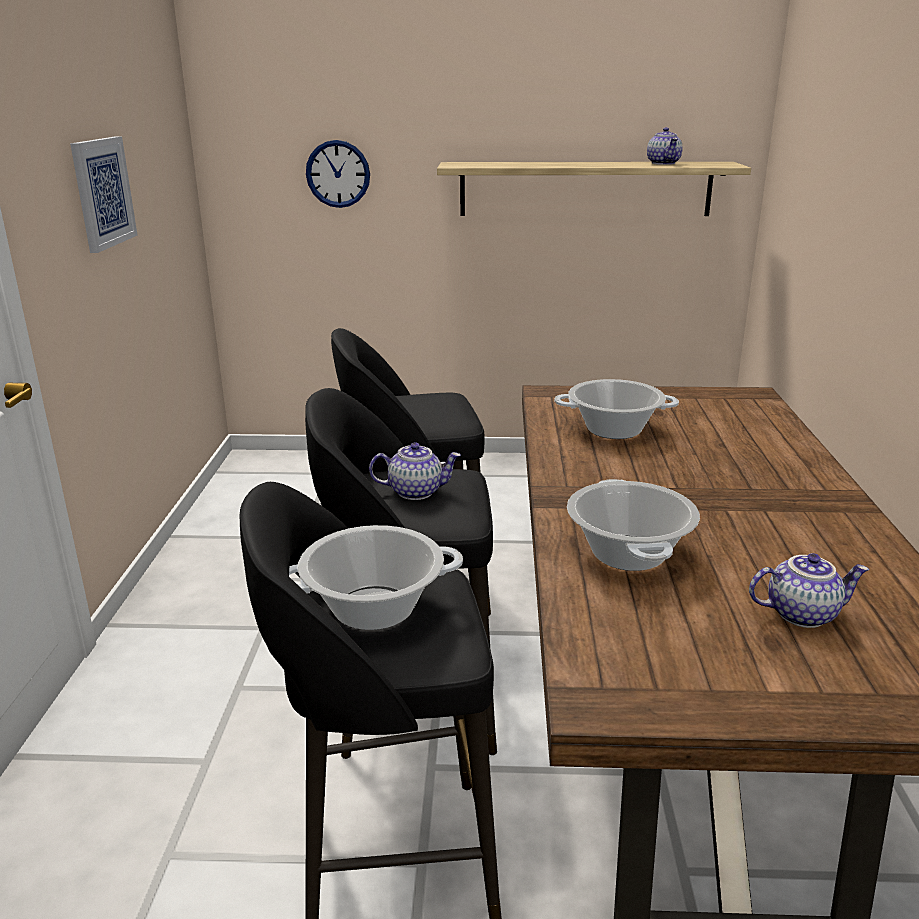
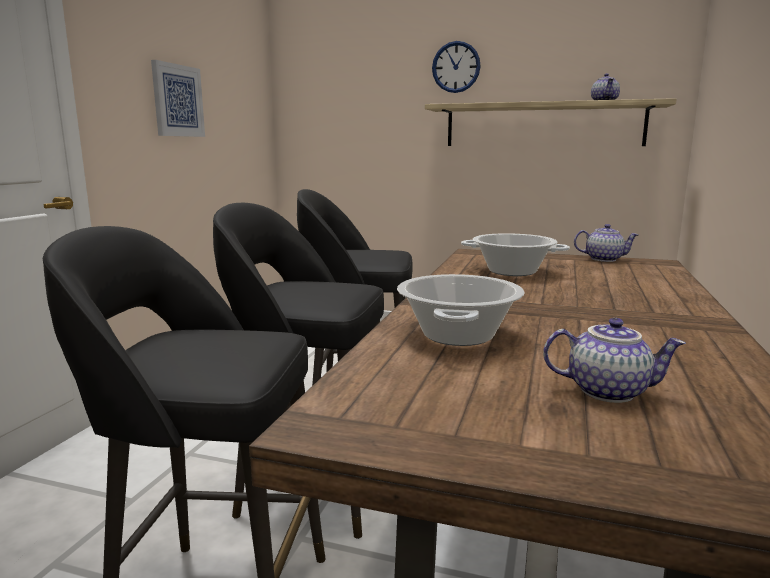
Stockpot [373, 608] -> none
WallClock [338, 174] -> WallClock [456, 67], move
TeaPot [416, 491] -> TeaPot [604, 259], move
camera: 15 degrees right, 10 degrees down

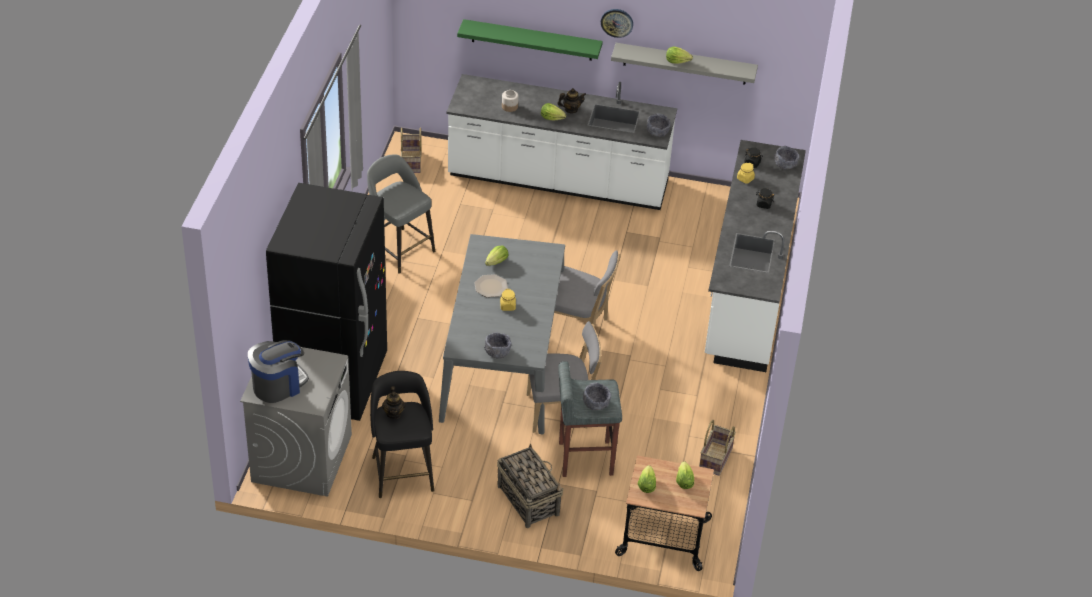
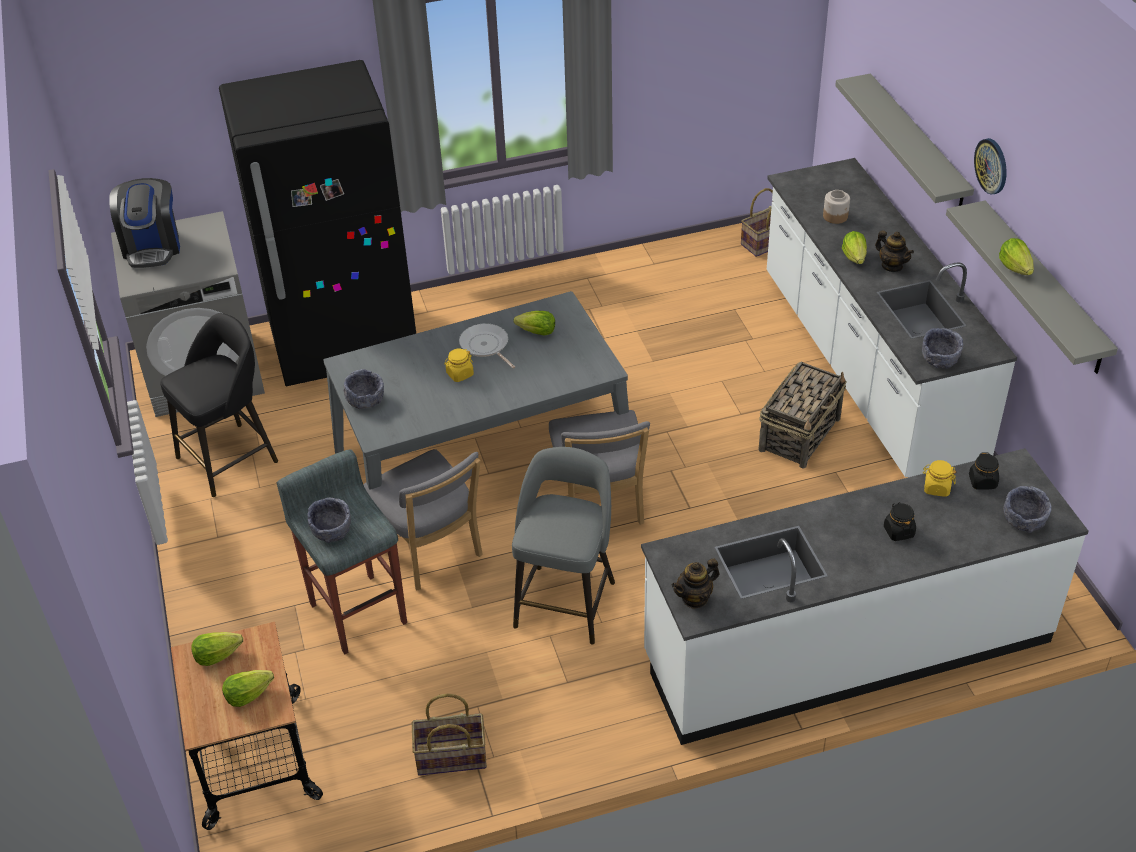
GreyStool [399, 249] -> GreyStool [566, 601], move
TeaPot [394, 413] -> TeaPot [695, 598], move
HouseholdBasket [528, 499] -> HouseholdBasket [800, 433], move
Plate [491, 286] -> Pan [485, 346]
GreenColouredBracketShelf [532, 40] -> GreyBracketShelf [917, 145]
CoffeeMaker [278, 385] -> CoffeeMaker [152, 247], 60 degrees clockwise
camera: 65 degrees right, 0 degrees up

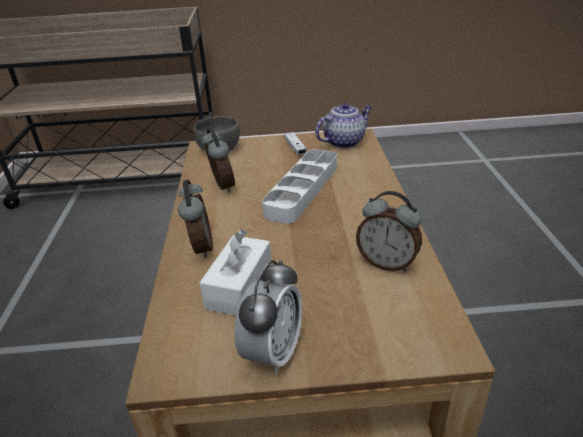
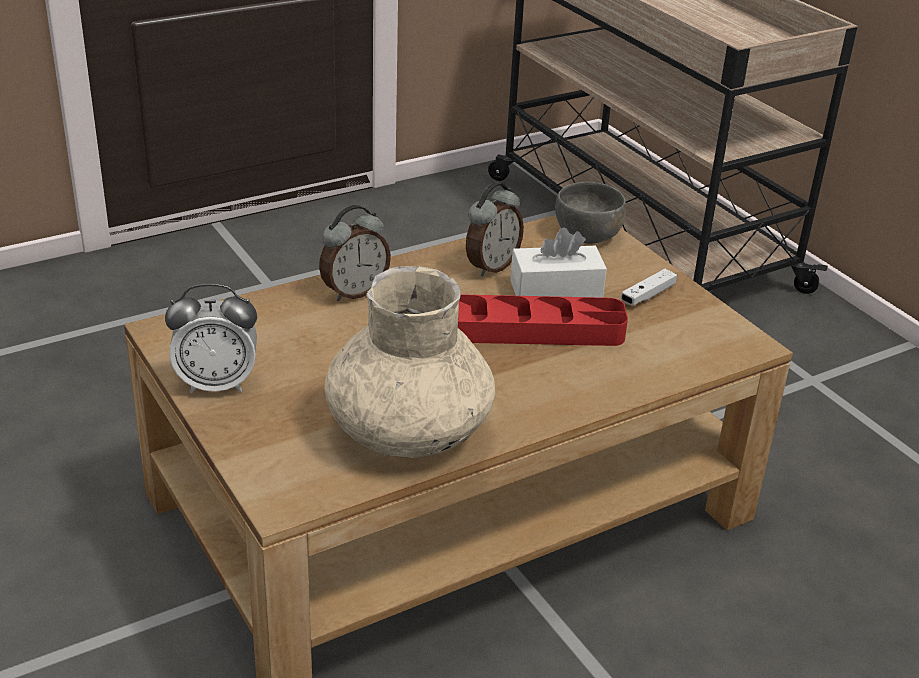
TeaPot [344, 142] -> none
WhiteColouredBoxOfTissues [239, 287] -> WhiteColouredBoxOfTissues [556, 290], move
AlarmClock [387, 263] -> SandColouredVase [409, 431]
WhiteColouredServingTray [302, 190] -> RedServingTray [532, 330]
camera: 60 degrees right, 0 degrees up

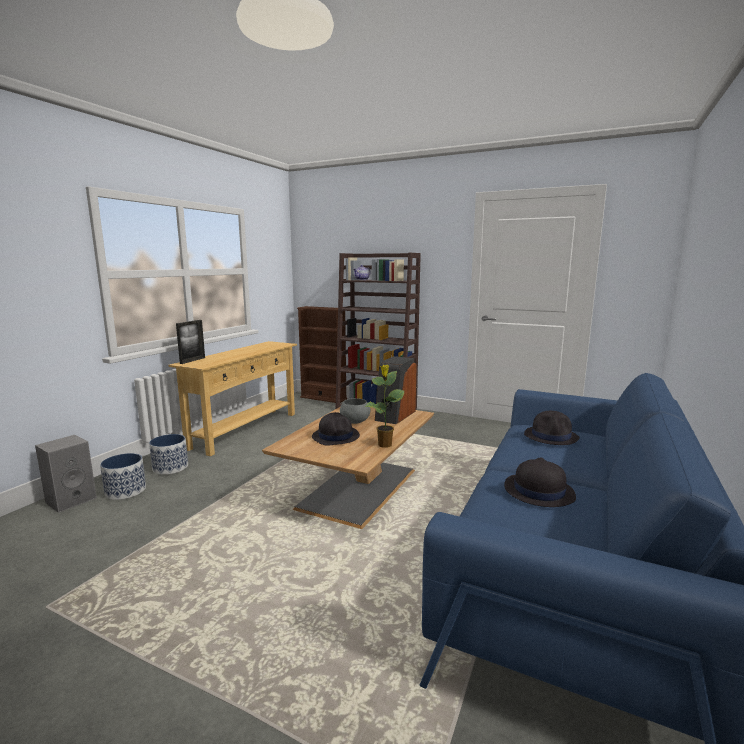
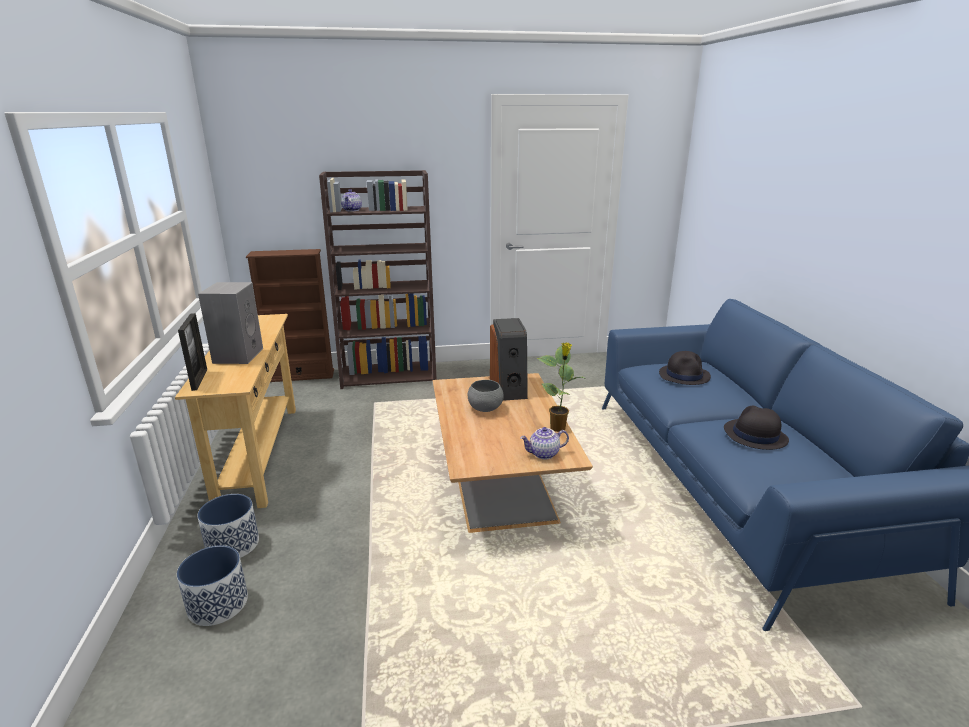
BlackishWearableHat [335, 436] -> none
none -> TeaPot [544, 454]
GreyLoudspeaker [72, 499] -> GreyLoudspeaker [238, 355], move
camera: 35 degrees left, 10 degrees up

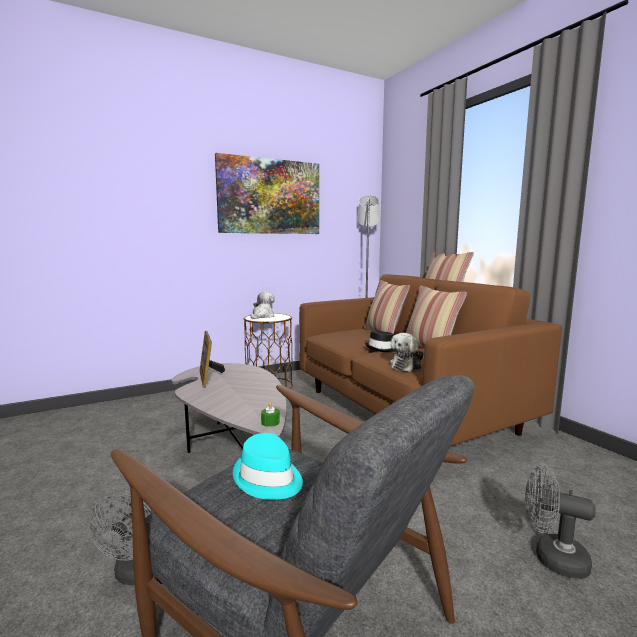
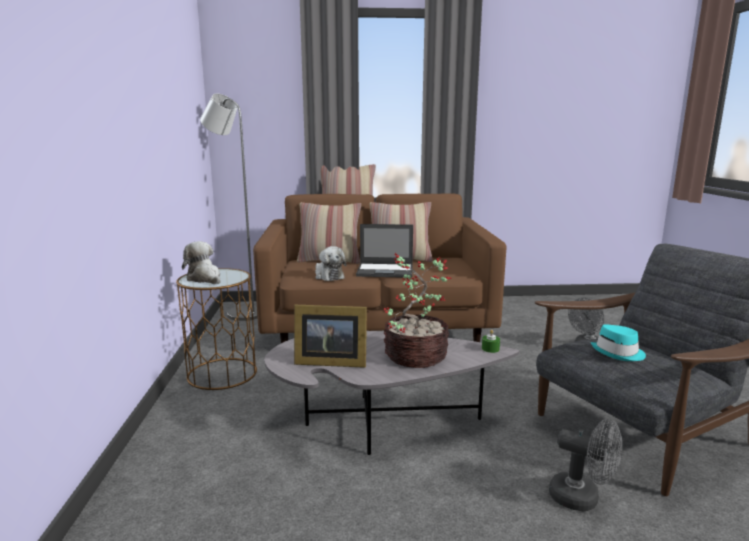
Picture [270, 197] -> none
none -> Houseplant [414, 357]
PlushToy [406, 365] -> PlushToy [328, 276], move
BlackishWearableHat [383, 349] -> NotebookComputer [386, 271]
camera: 65 degrees left, 5 degrees up

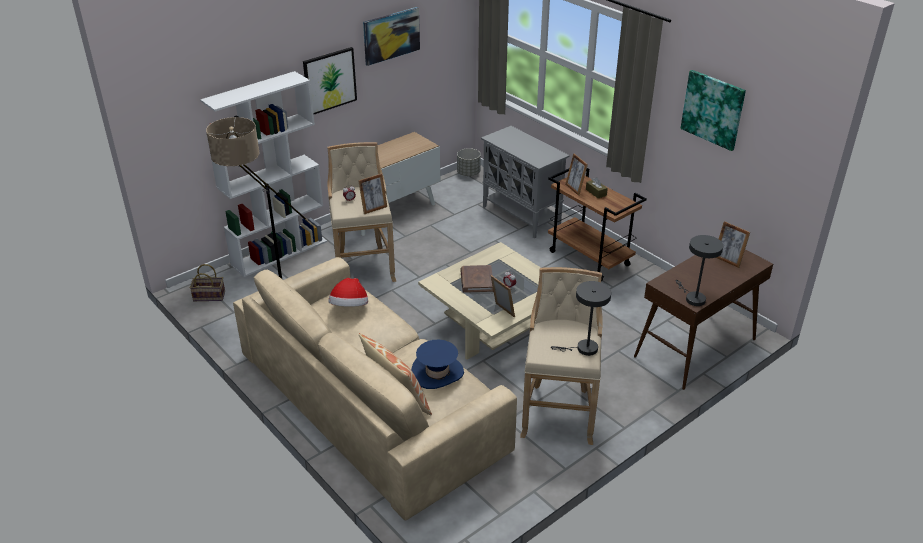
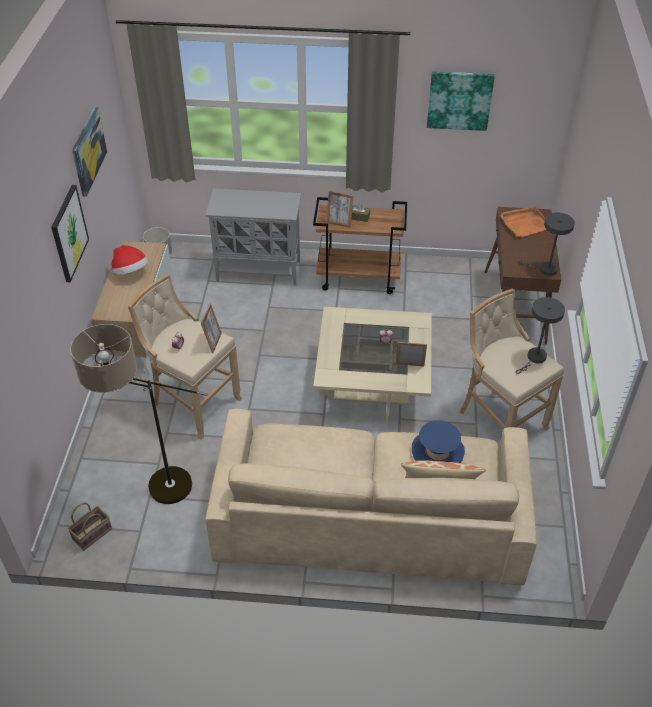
WhiteColouredBookshelf [280, 252] -> none
BrownColouredVolume [476, 281] -> none
WearableHat [349, 307] -> WearableHat [131, 272], move
PictureFrame [728, 260] -> OrangeServingTray [524, 224]
camera: 45 degrees left, 10 degrees up

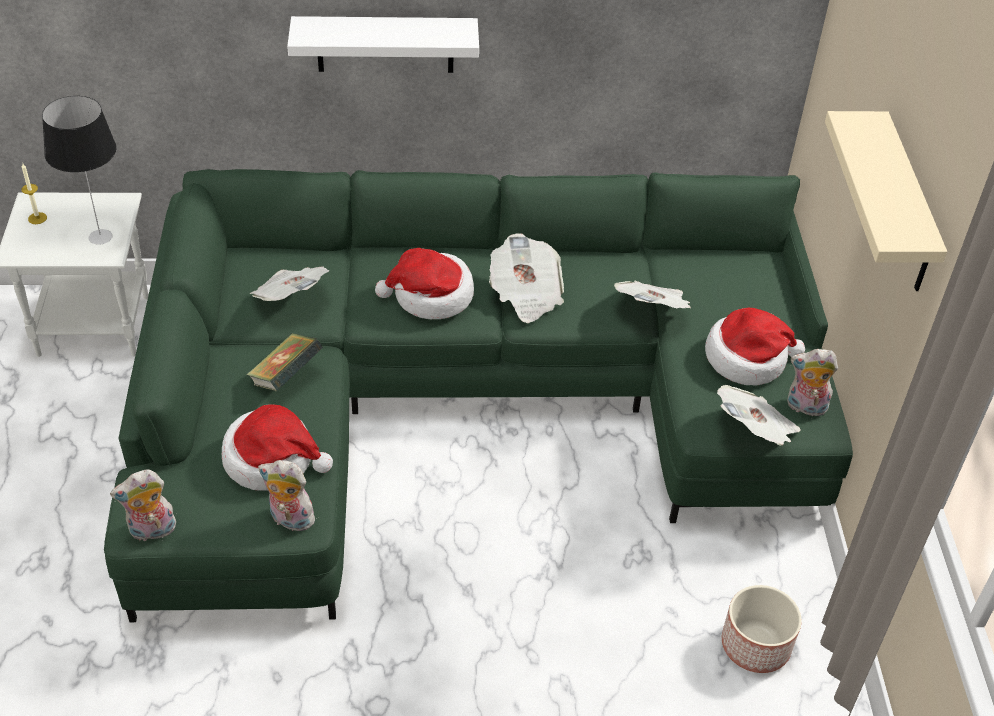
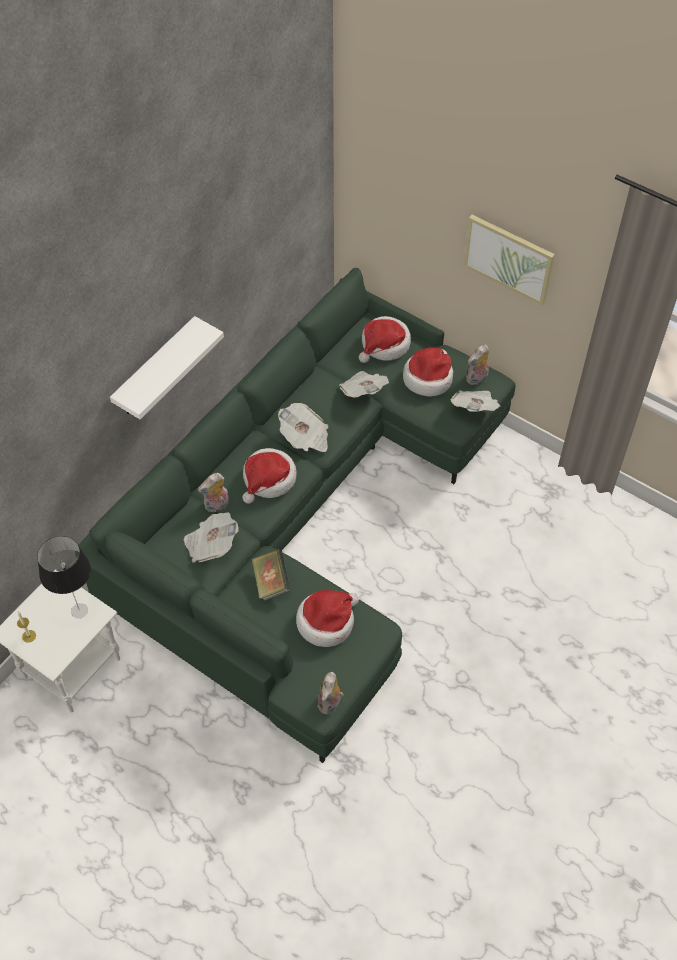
PlantPot [754, 645] -> none
none -> WearableHat [384, 345]
PlushToy [289, 520] -> PlushToy [216, 506], move
SandColouredBracketShelf [906, 207] -> Picture [508, 258]
camera: 50 degrees left, 10 degrees up

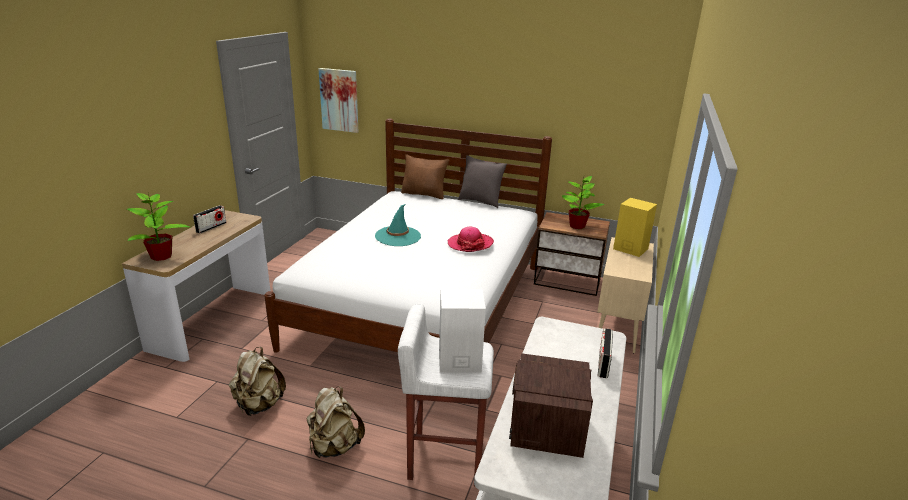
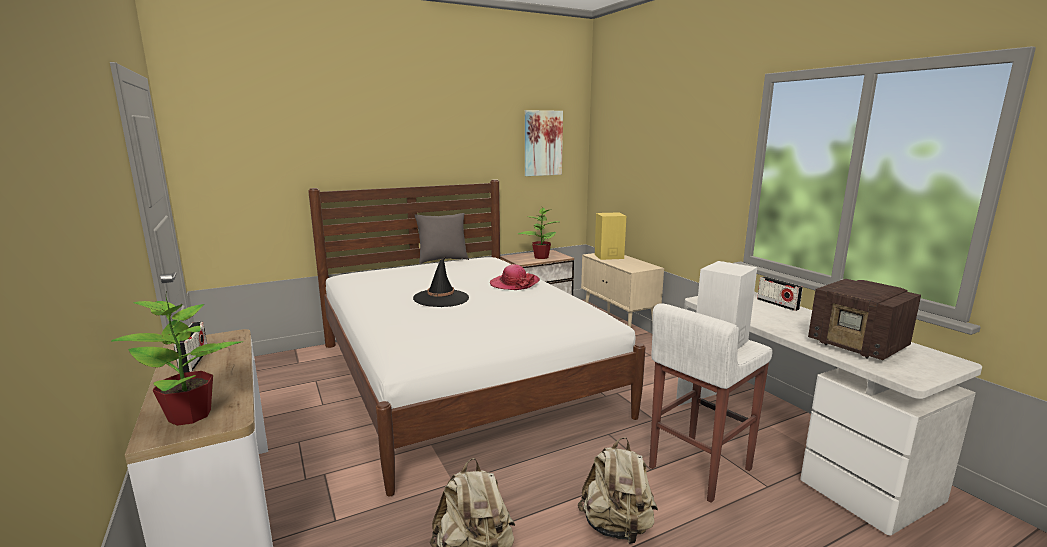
BrownColouredPillow [424, 194] -> none
Picture [339, 100] -> Picture [542, 143], move
BlueGreenWearableHat [398, 236] -> BlackishWearableHat [441, 298]
camera: 45 degrees left, 10 degrees down

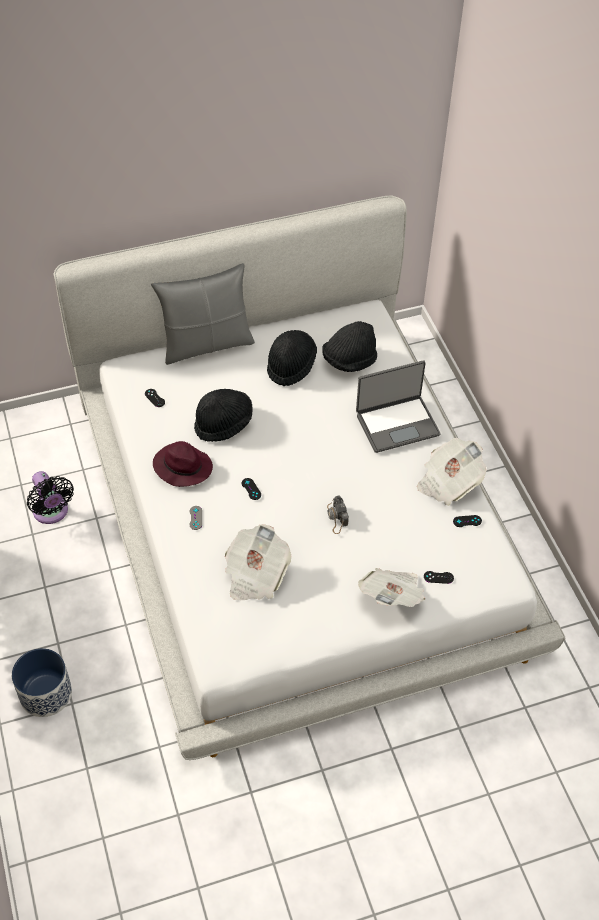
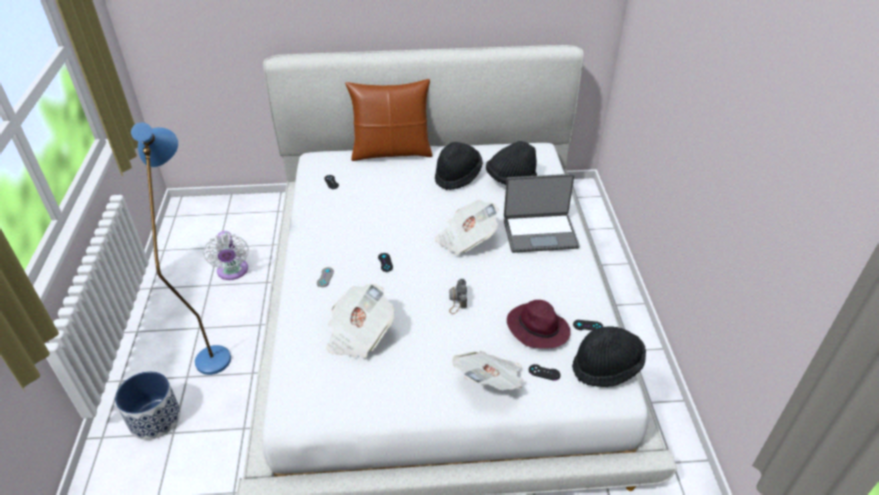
none -> BluishStandardLamp [214, 350]
PurpleWearableHat [182, 467] -> PurpleWearableHat [537, 328], move
BlackishWearableHat [223, 424] -> BlackishWearableHat [606, 367], move
DailyPaper [448, 482] -> DailyPaper [466, 239], move
BlackishElectricFan [52, 512] -> WhiteColouredElectricFan [232, 272]
GreyPillow [206, 344] -> BrownColouredPillow [391, 152]
camera: 15 degrees right, 10 degrees down

